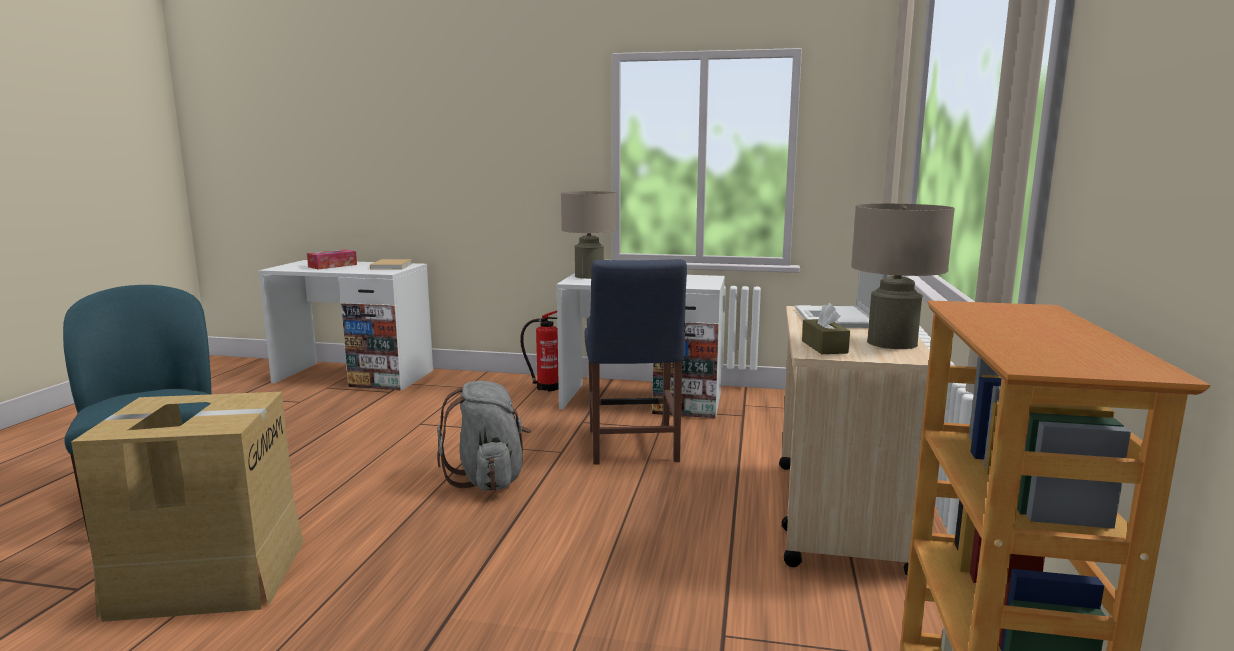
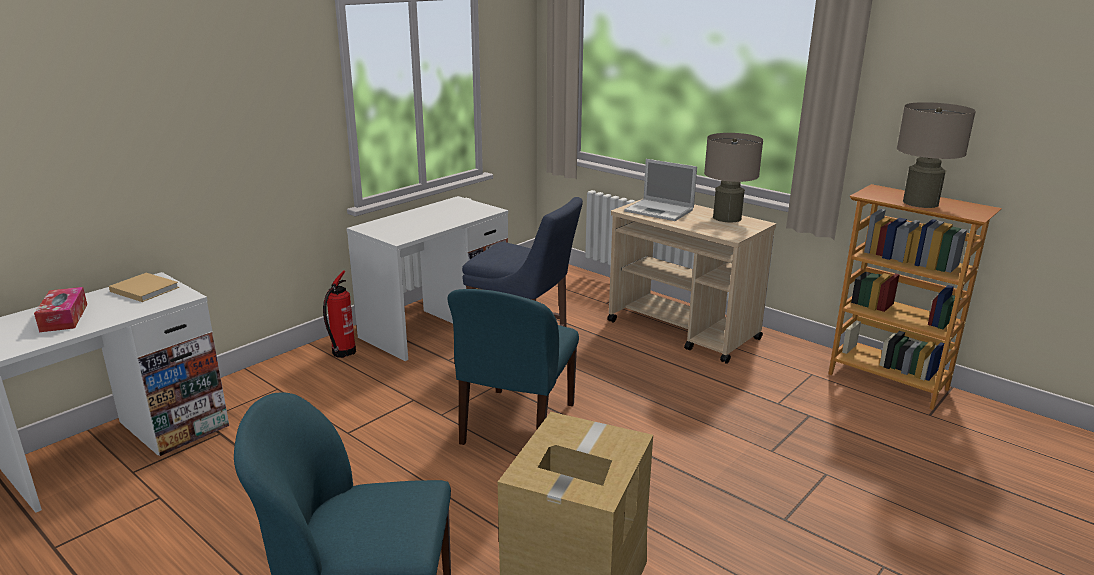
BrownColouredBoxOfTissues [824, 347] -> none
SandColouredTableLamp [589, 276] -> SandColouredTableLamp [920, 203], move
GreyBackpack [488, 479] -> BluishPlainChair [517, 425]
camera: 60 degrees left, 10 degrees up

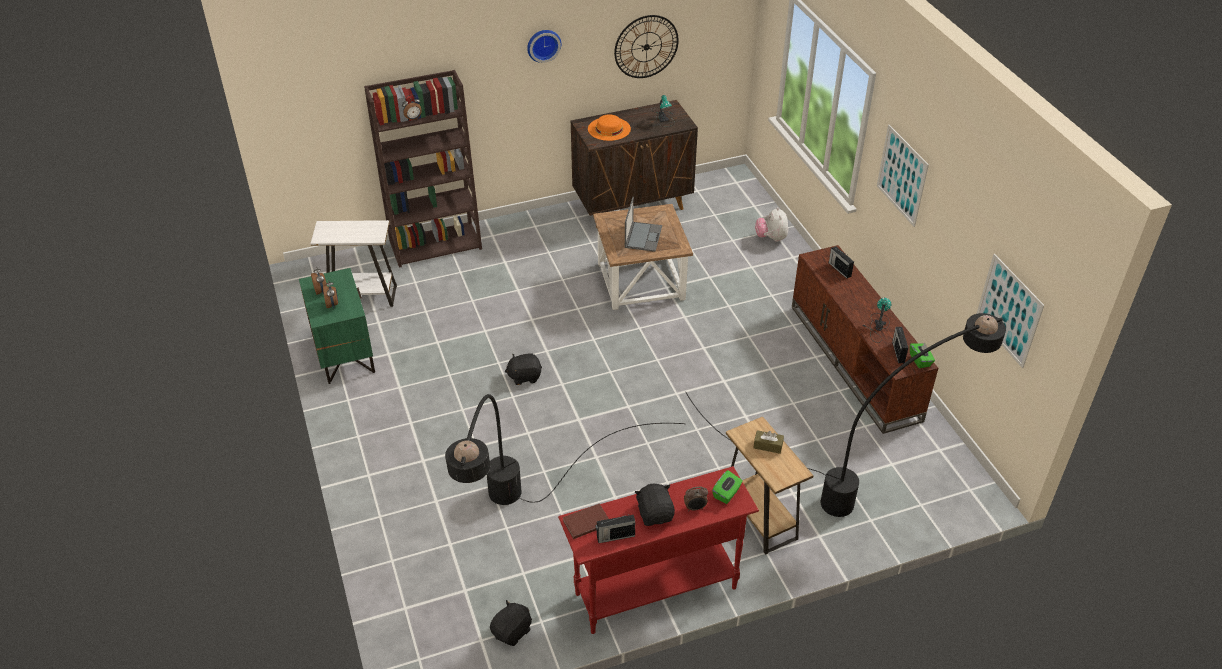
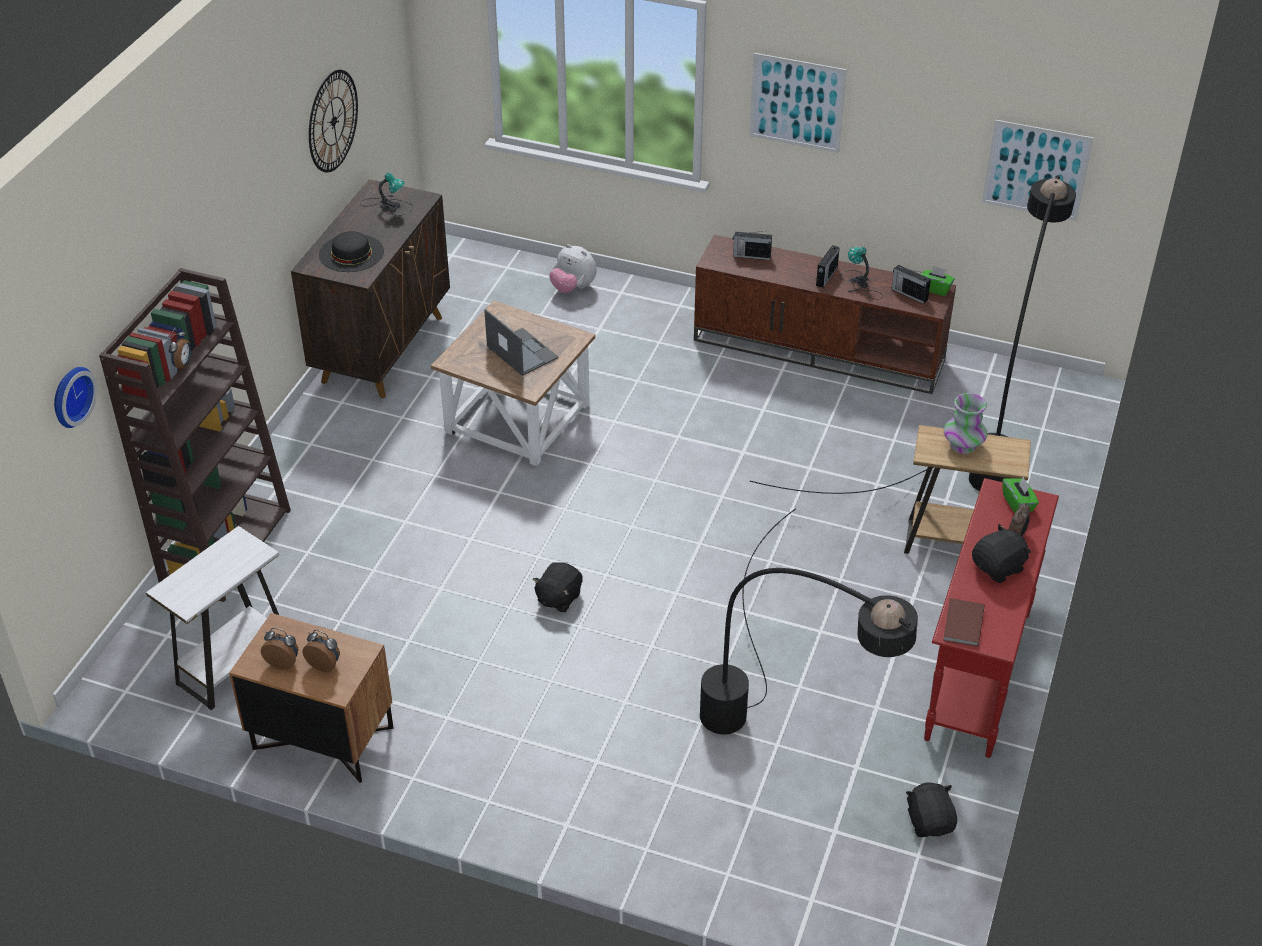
WallClock [543, 44] -> WallClock [70, 396], move
RadioSet [615, 536] -> RadioSet [826, 277], move
BrownColouredBoxOfTissues [768, 446] -> Vase [963, 445]
GreenColouredNightstand [343, 354] -> BrownColouredNightstand [322, 739]
OrangeWearableHat [609, 129] -> BlackishWearableHat [351, 253]
BlackishPlushToy [655, 514] -> BlackishPlushToy [998, 568], 120 degrees clockwise
camera: 50 degrees left, 0 degrees up

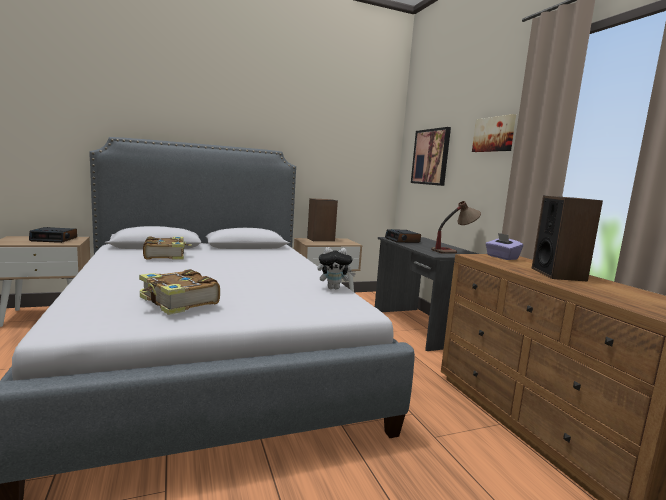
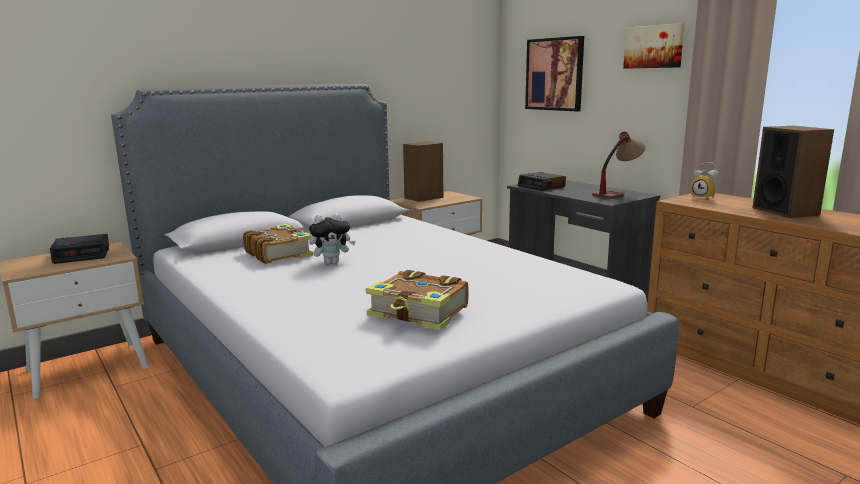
PlushToy [334, 288] -> PlushToy [332, 262], move
PurpleBoxOfTissues [501, 257] -> AlarmClock [704, 198]
camera: 15 degrees left, 5 degrees up

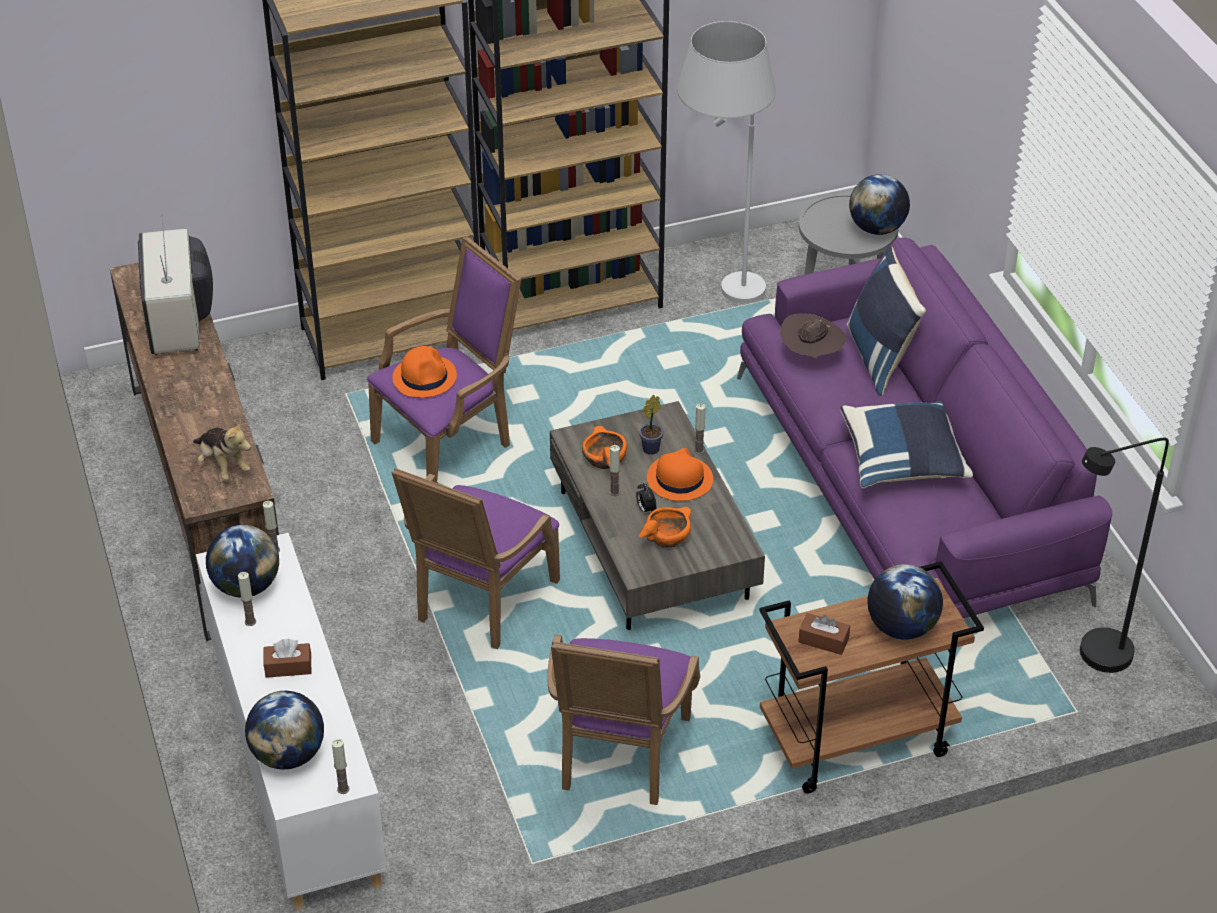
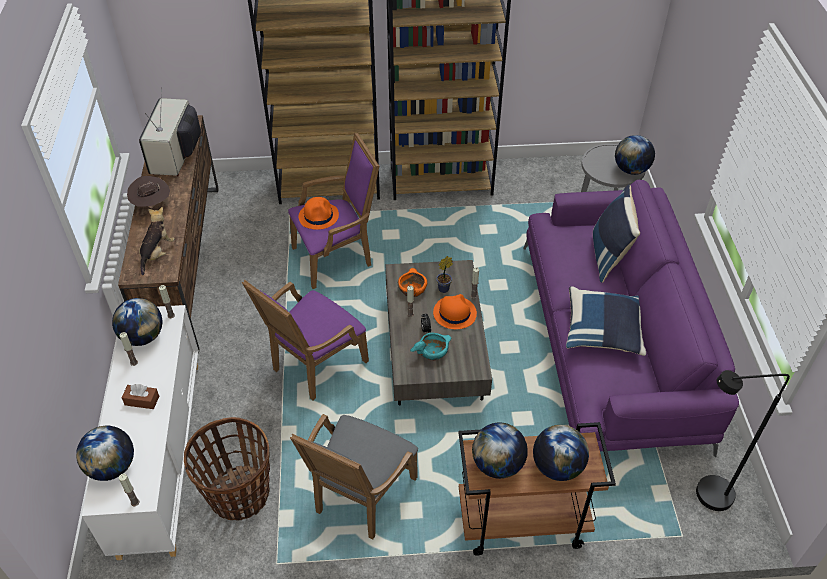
WhiteColouredStandardLamp [718, 287] -> none
none -> HouseholdBasket [239, 495]
BrownColouredWearableHat [811, 355] -> BrownColouredWearableHat [152, 205], move
BrownColouredBoxOfTissues [823, 640] -> Globe [498, 465]
PurpleEasyChair [619, 760] -> GreyEasyChair [360, 499]
OrangeBowl [667, 536] -> BlueGreenBowl [432, 351]
PlushToy [223, 465] -> PlushToy [157, 253], 135 degrees counterclockwise
camera: 15 degrees right, 5 degrees up

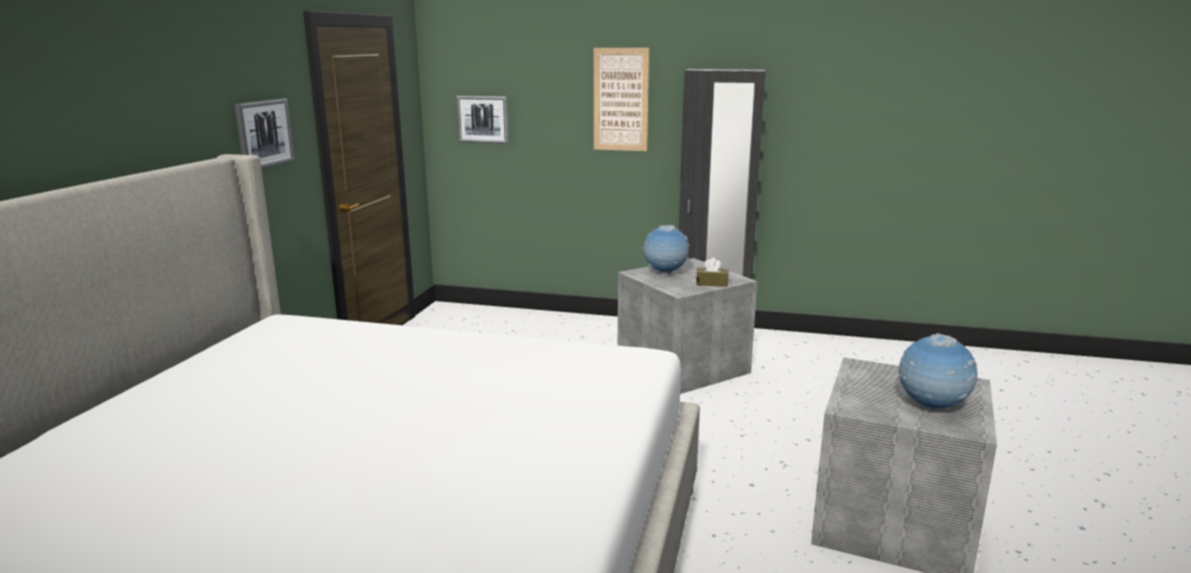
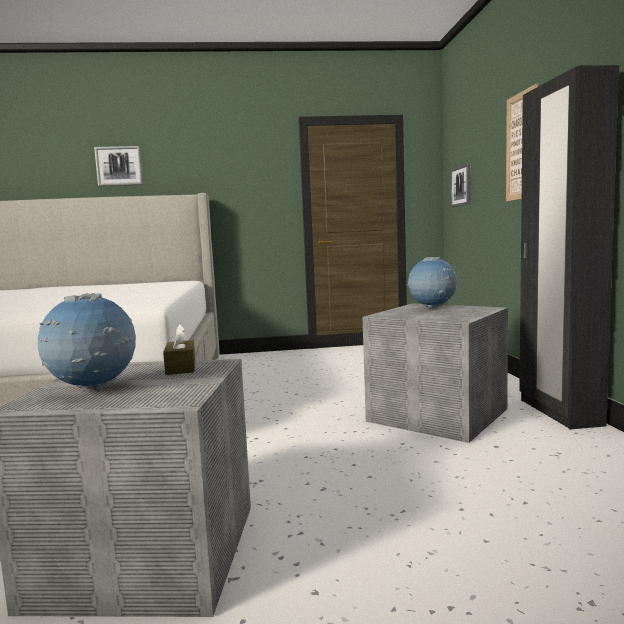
Picture [263, 134] -> Picture [119, 166], move
BrownColouredBoxOfTissues [712, 283] -> BrownColouredBoxOfTissues [181, 367], move
camera: 70 degrees right, 10 degrees down

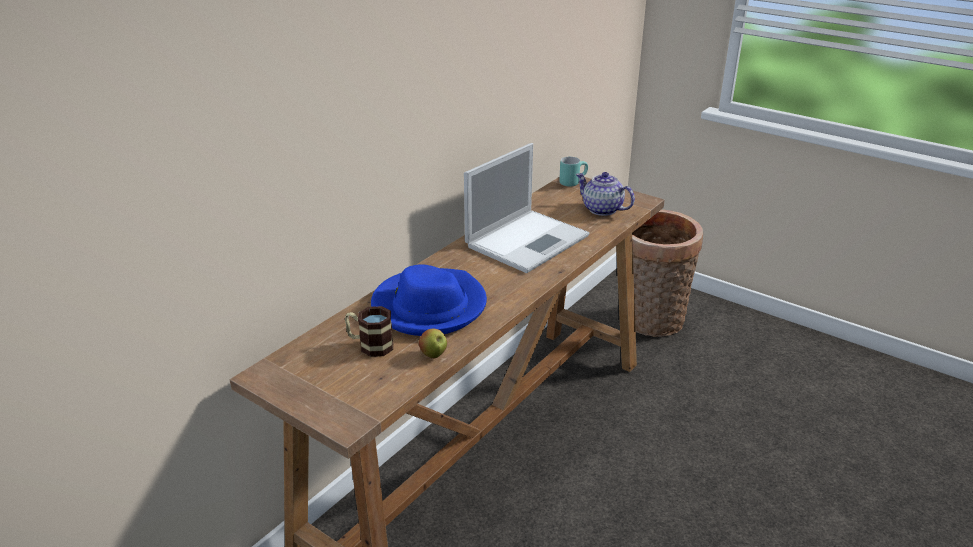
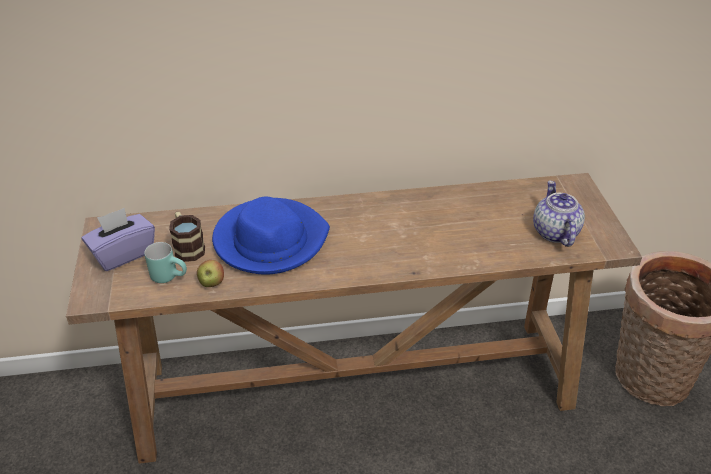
NotebookComputer [528, 240] -> none
none -> PurpleBoxOfTissues [123, 253]
BlueGreenMug [572, 182] -> BlueGreenMug [170, 276], move
camera: 45 degrees right, 10 degrees up

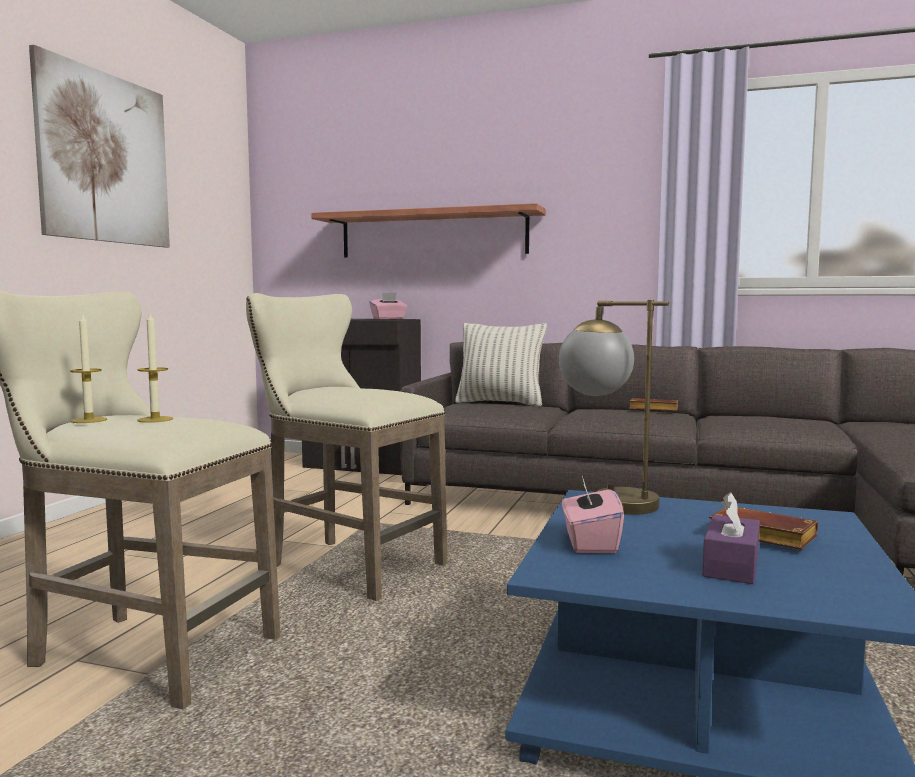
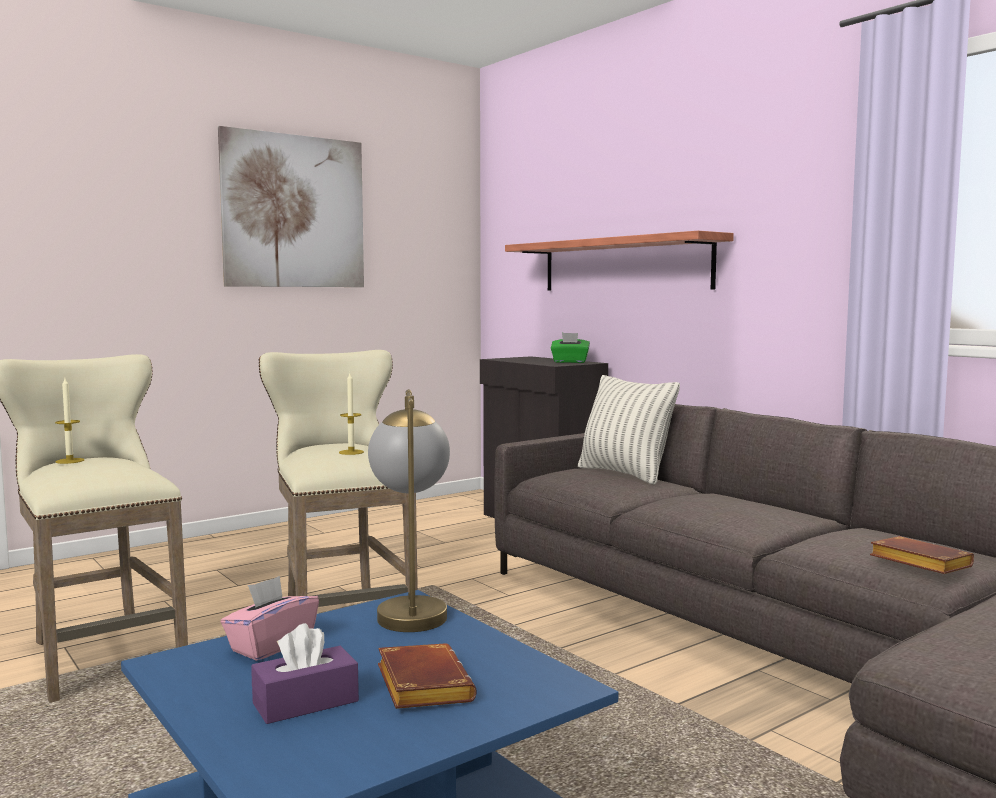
Candle [155, 419] -> Candle [351, 452], move
BrownColouredVolume [652, 410] -> BrownColouredVolume [916, 563], move
PinkColouredBoxOfTissues [388, 319] -> GreenColouredBoxOfTissues [570, 362]
camera: 35 degrees right, 0 degrees up

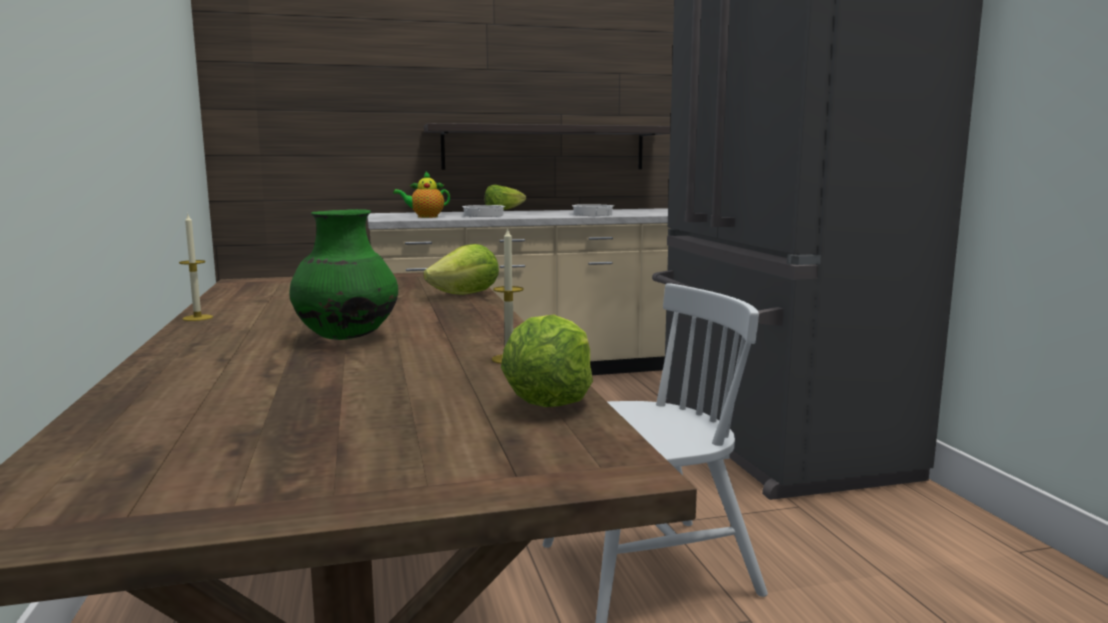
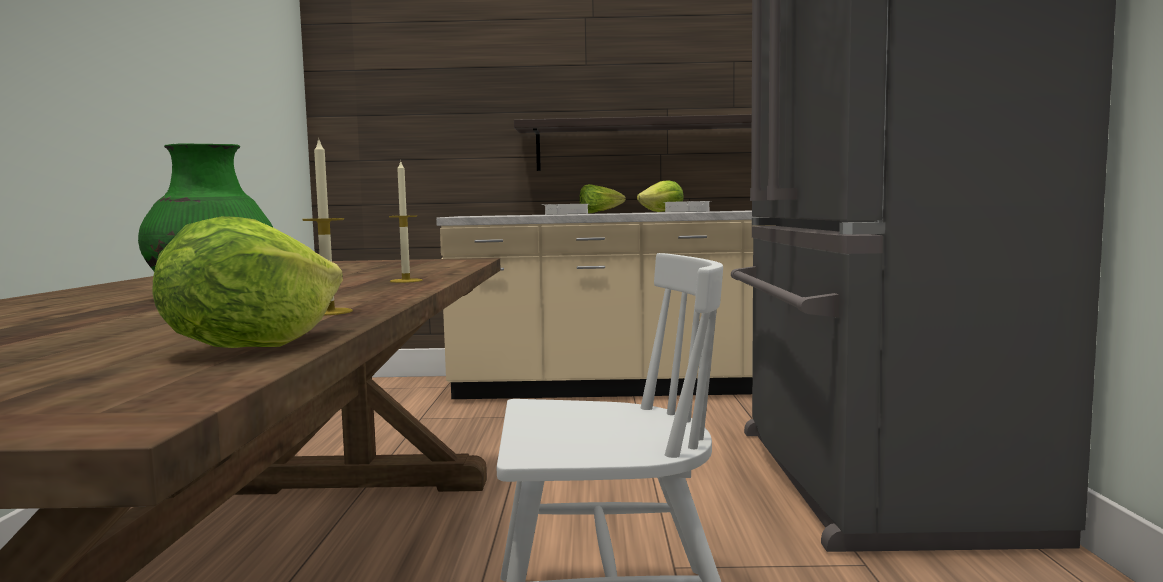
TeaPot [425, 217] -> none
Candle [197, 318] -> Candle [406, 281], move
LettuceHead [466, 295] -> LettuceHead [663, 212], move
camera: 15 degrees right, 5 degrees down

